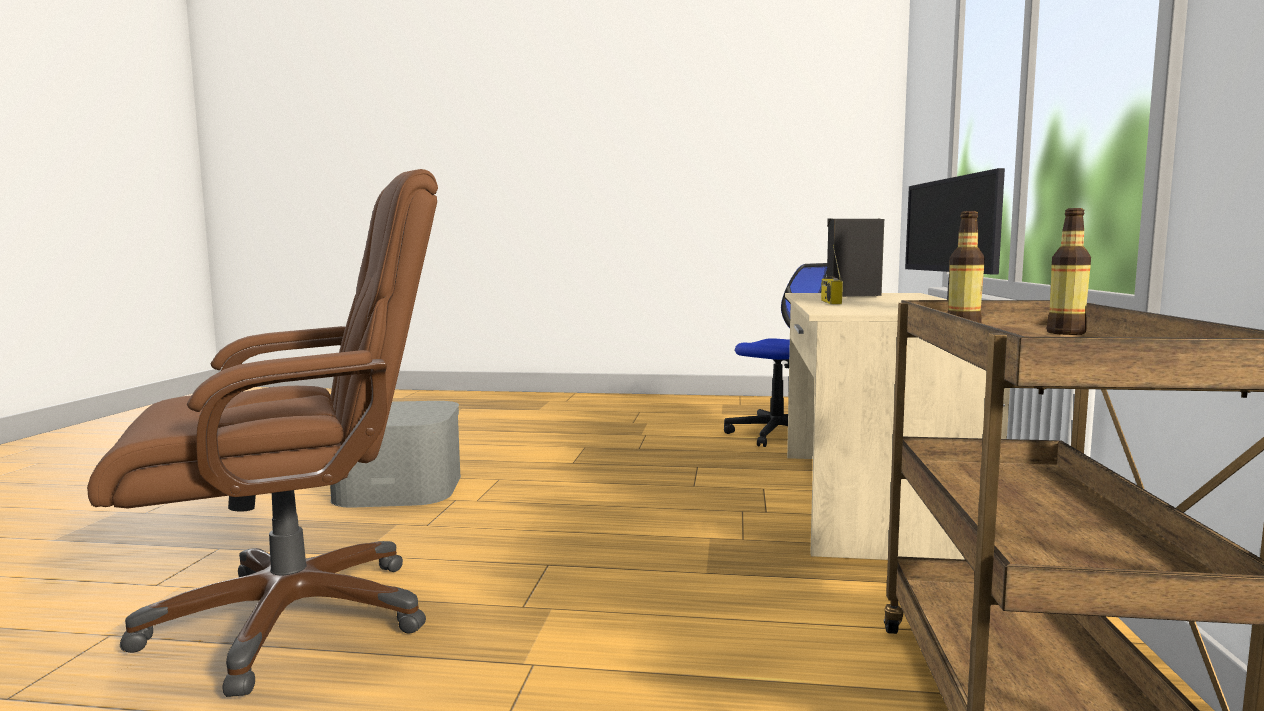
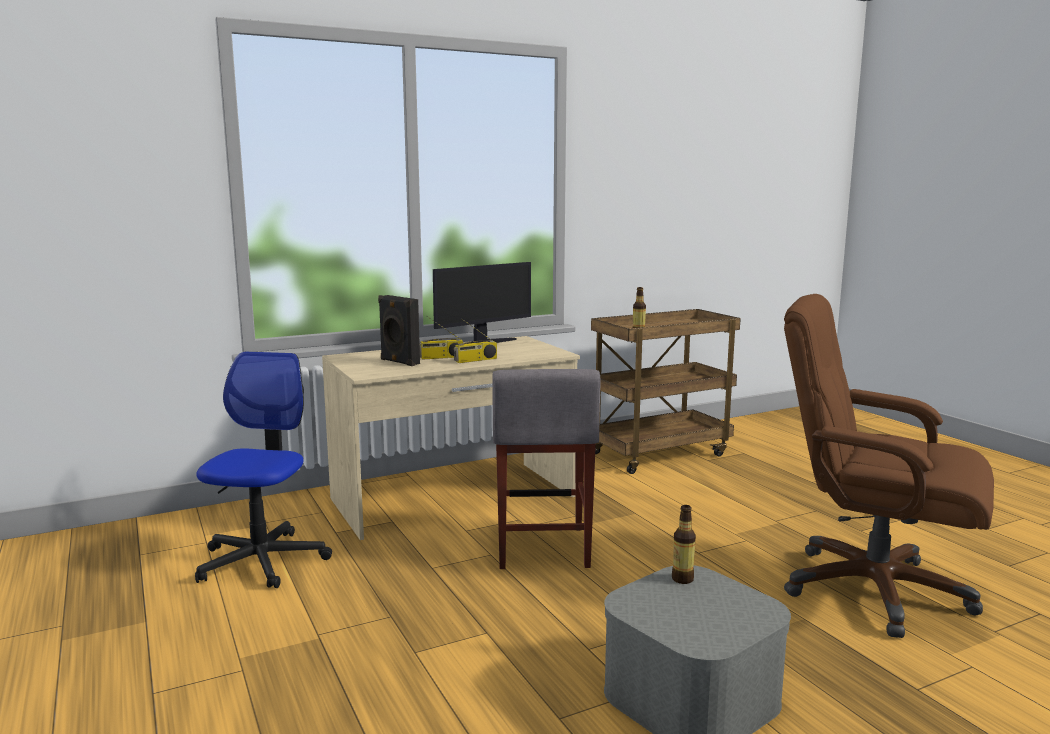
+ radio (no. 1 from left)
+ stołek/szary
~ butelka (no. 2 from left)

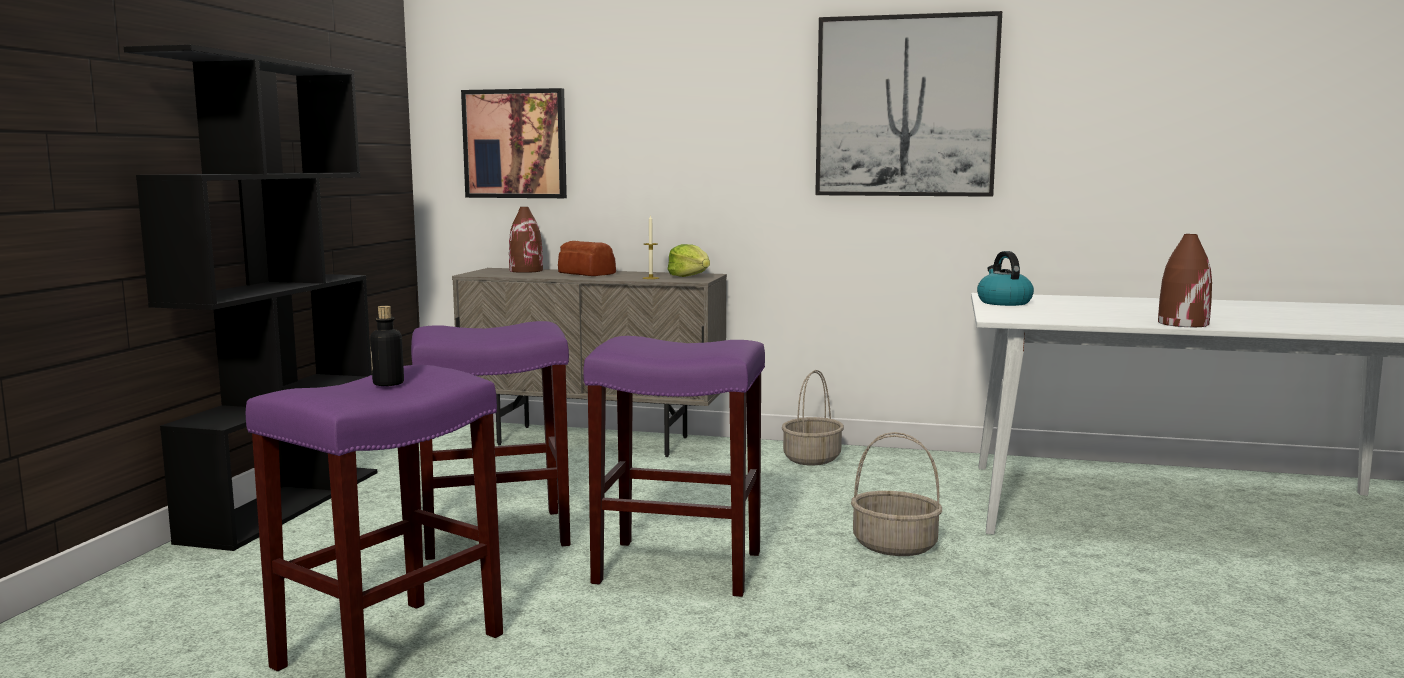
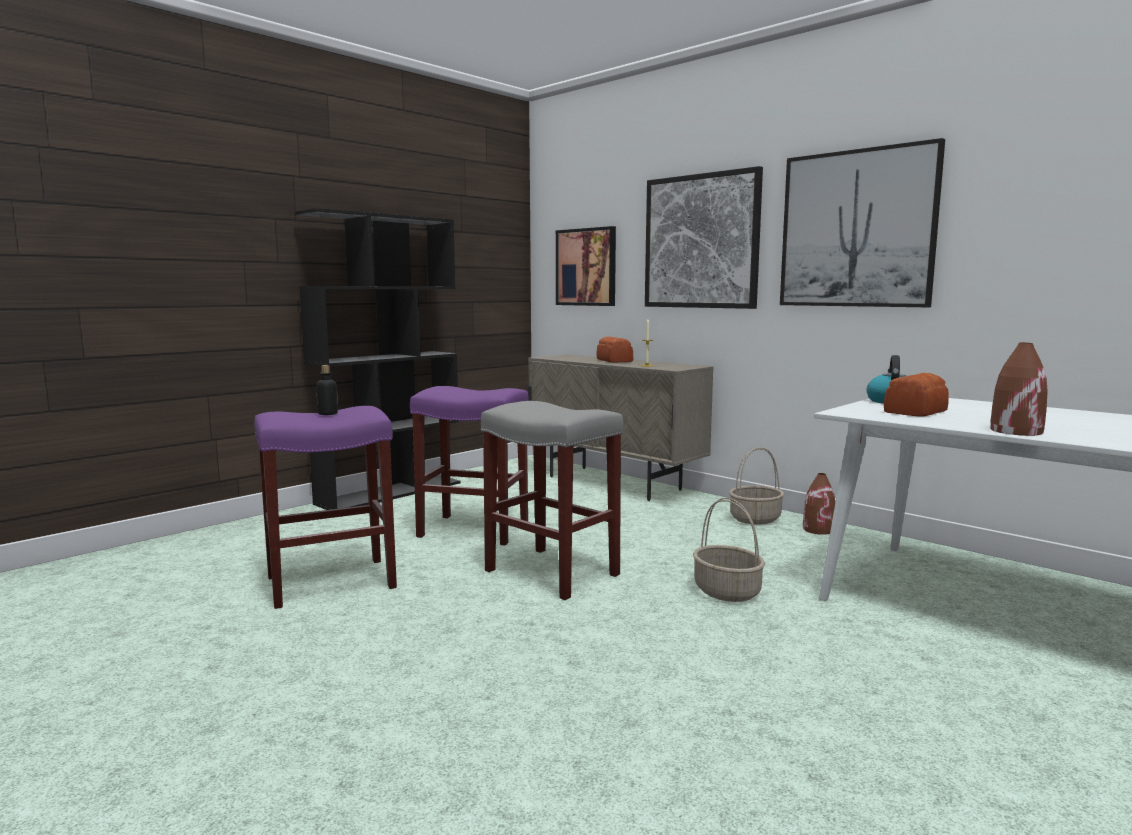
- sałata
+ obraz (no. 2 from left)
+ chleb (no. 2 from left)
~ wazon/brązowy (no. 1 from left)
~ stołek/fioletowy (no. 3 from left) to stołek/szary

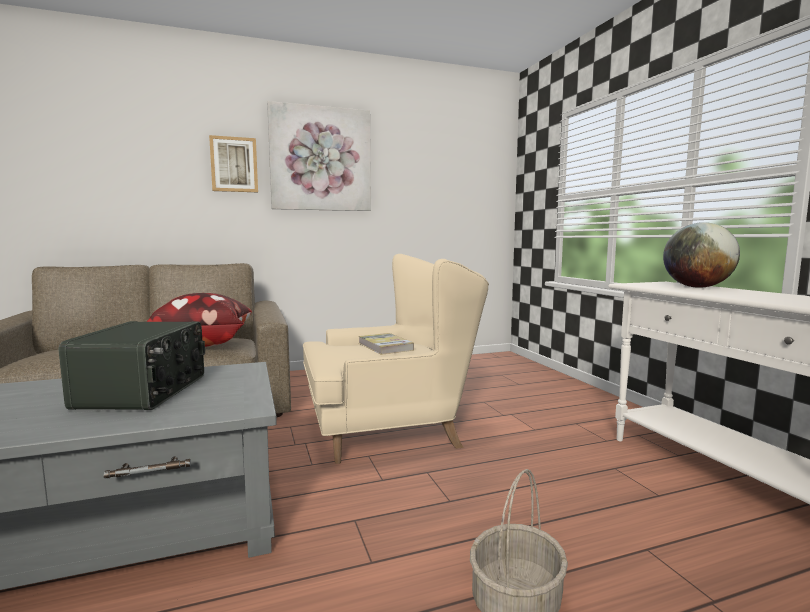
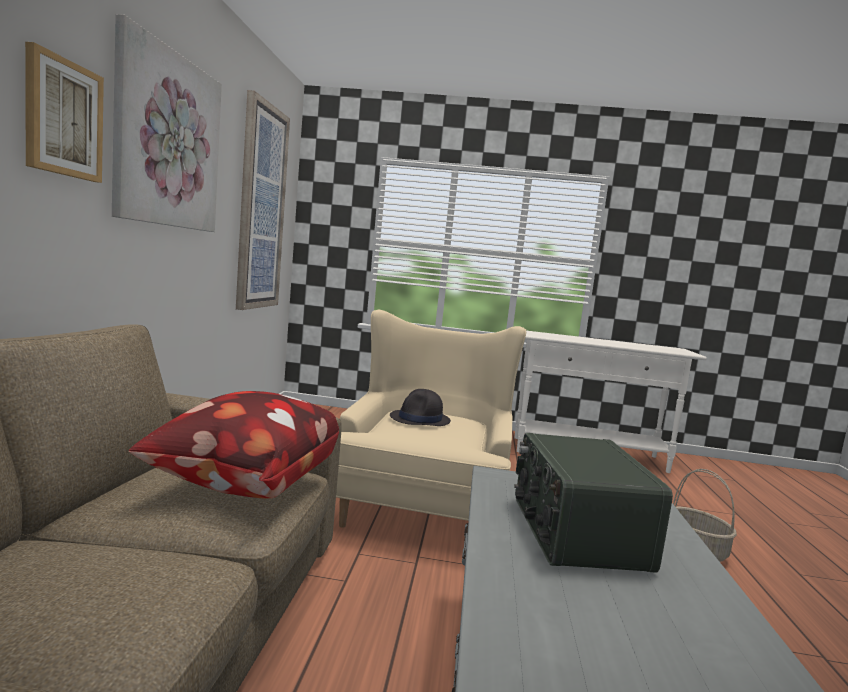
- globus
+ obraz (no. 3 from left)
~ książka to kapelusz/czarny
~ radio 120 degrees counterclockwise

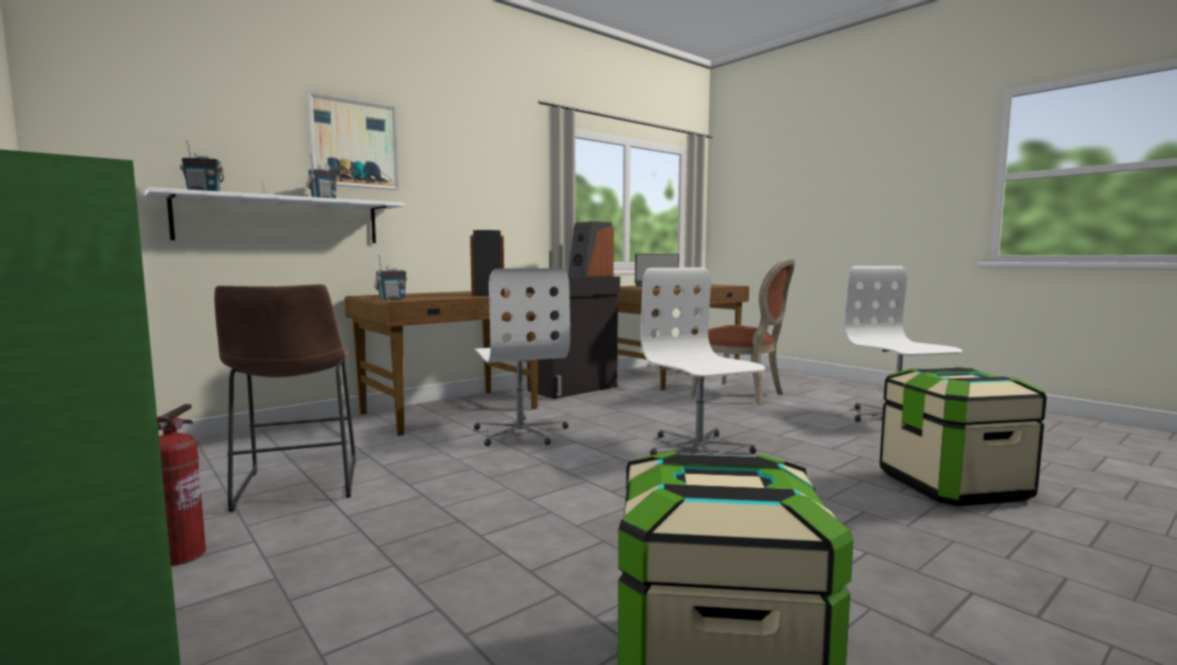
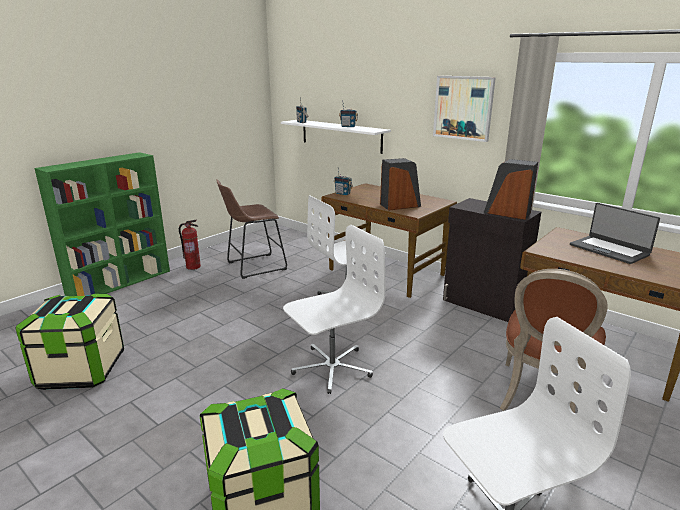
~ obraz

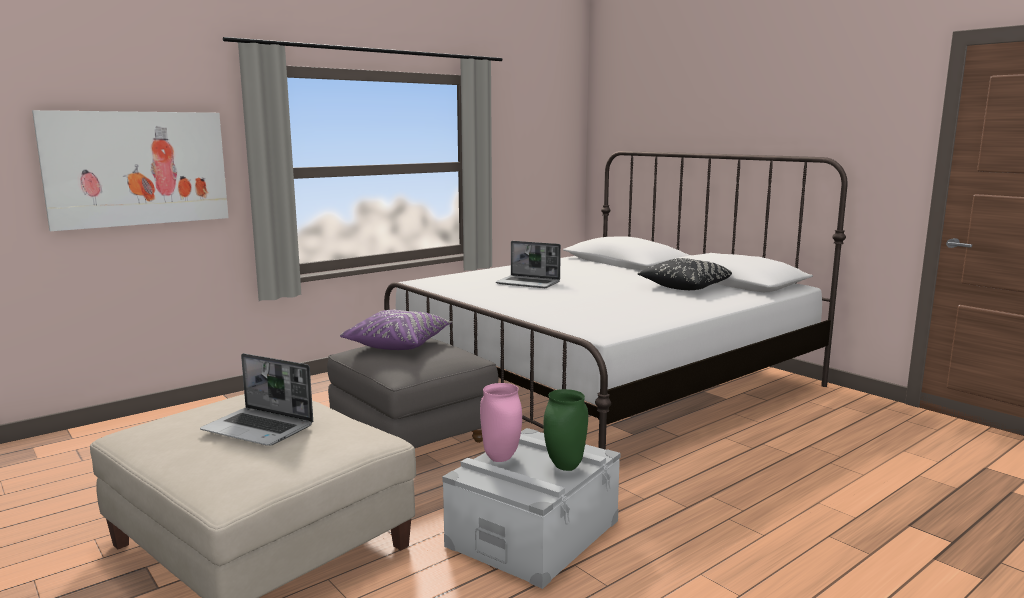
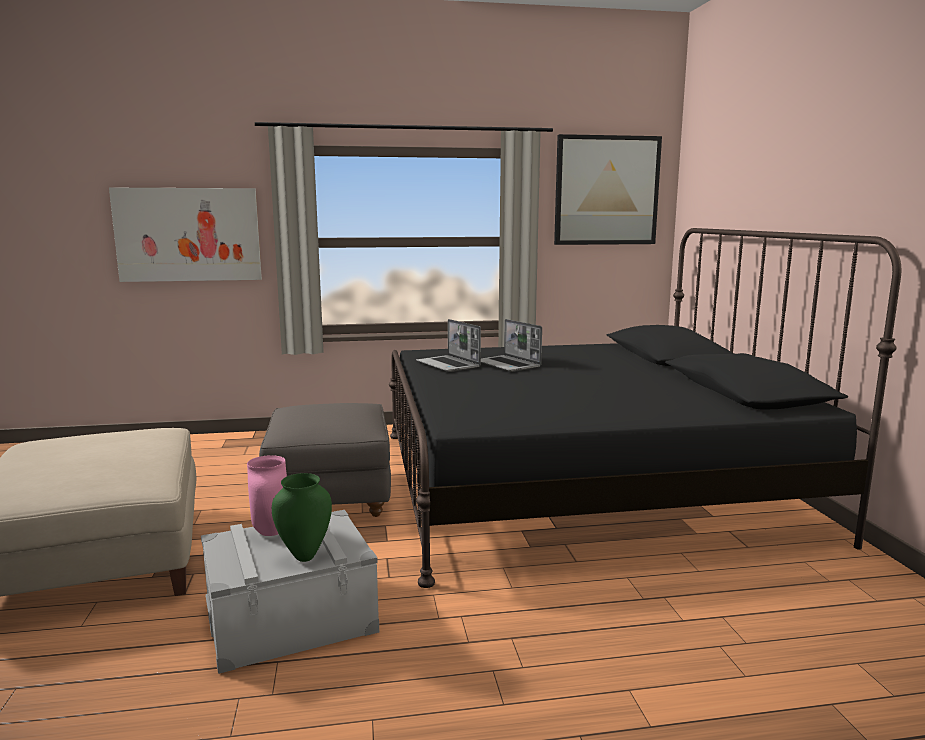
- poduszka/fioletowy
- poduszka/czarny
+ obraz (no. 2 from left)
~ laptop (no. 1 from left)
~ łóżko/biały to łóżko/czarny

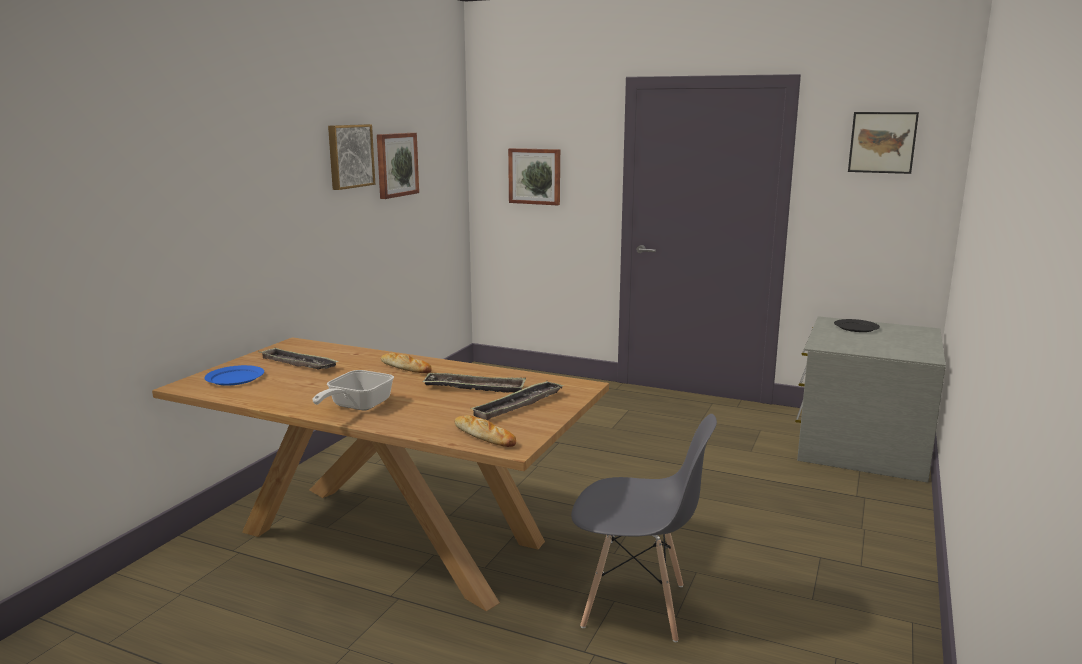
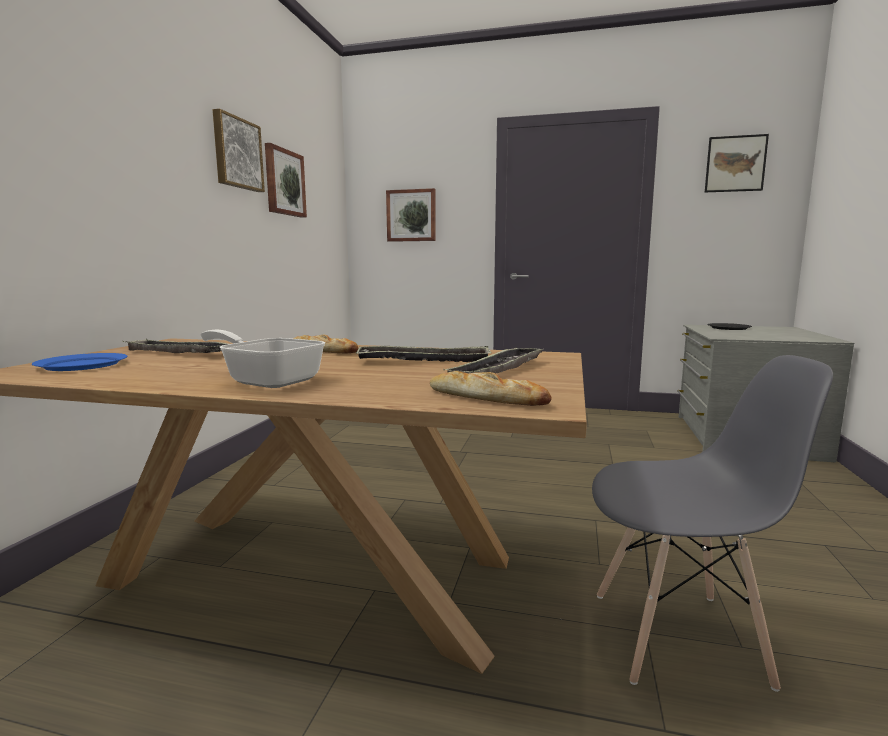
~ patelnia 105 degrees clockwise

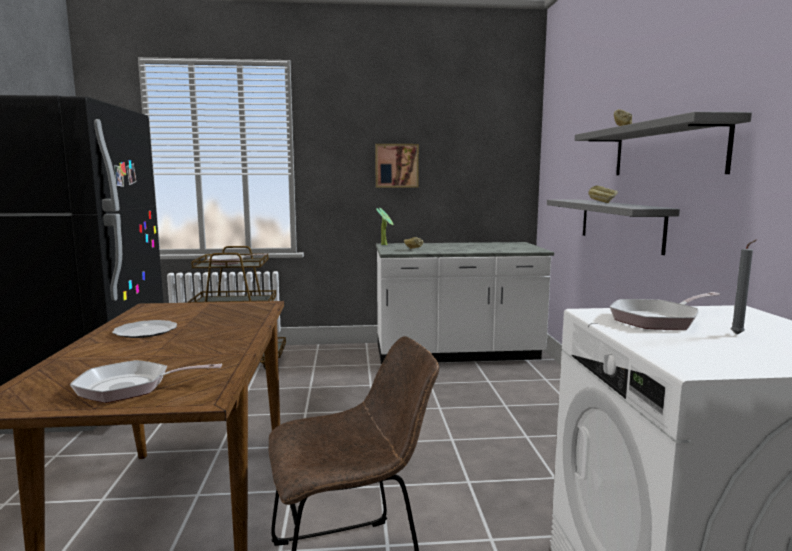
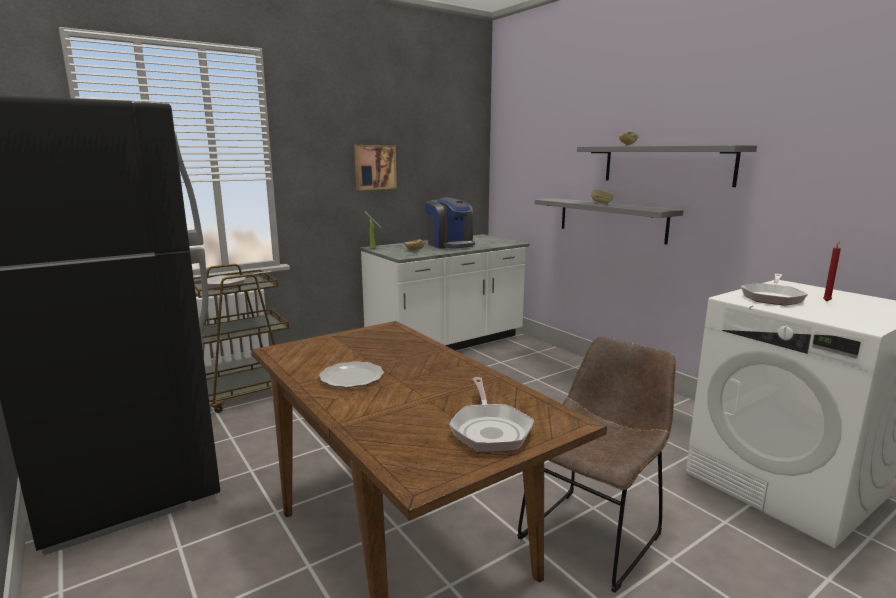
+ ekspres do kawy
~ świeca/szary to świeca/czerwony
~ patelnia (no. 1 from left in the first image) 60 degrees counterclockwise

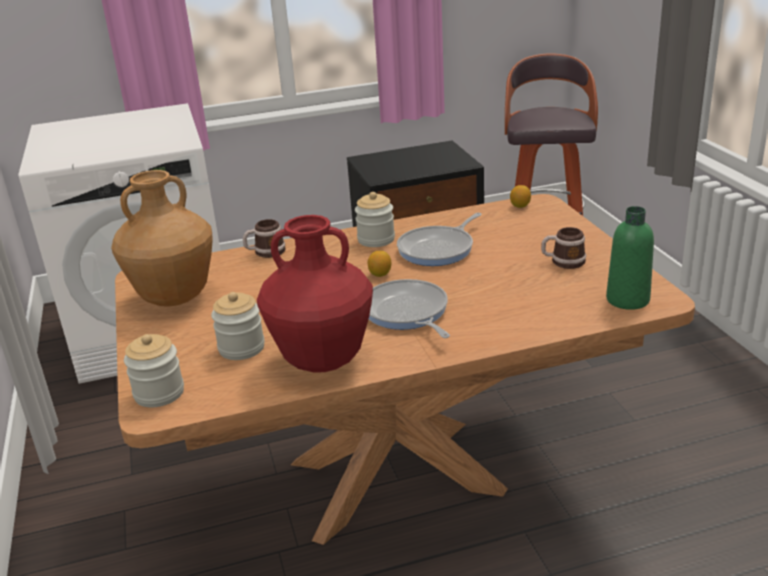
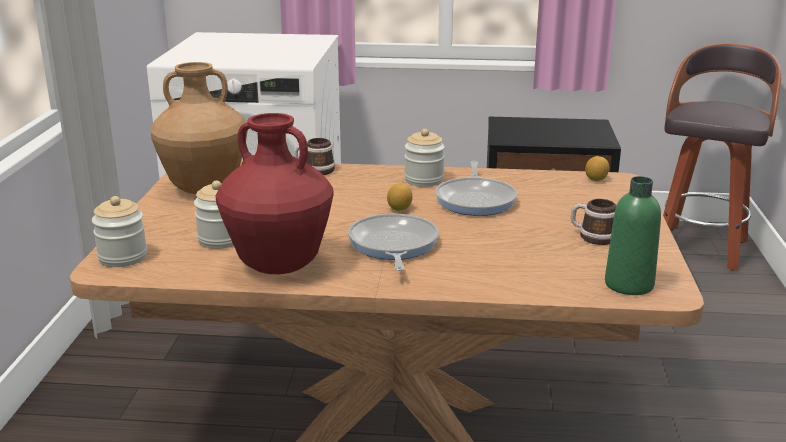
~ patelnia (no. 2 from left) 60 degrees counterclockwise

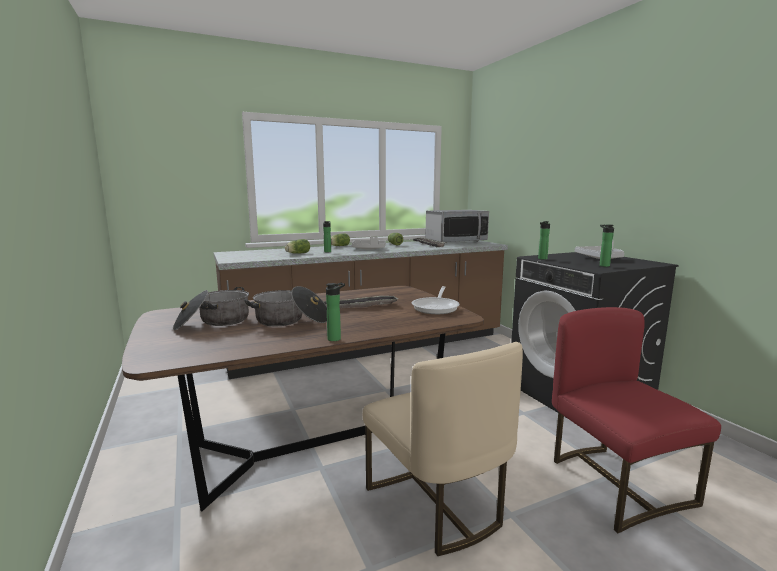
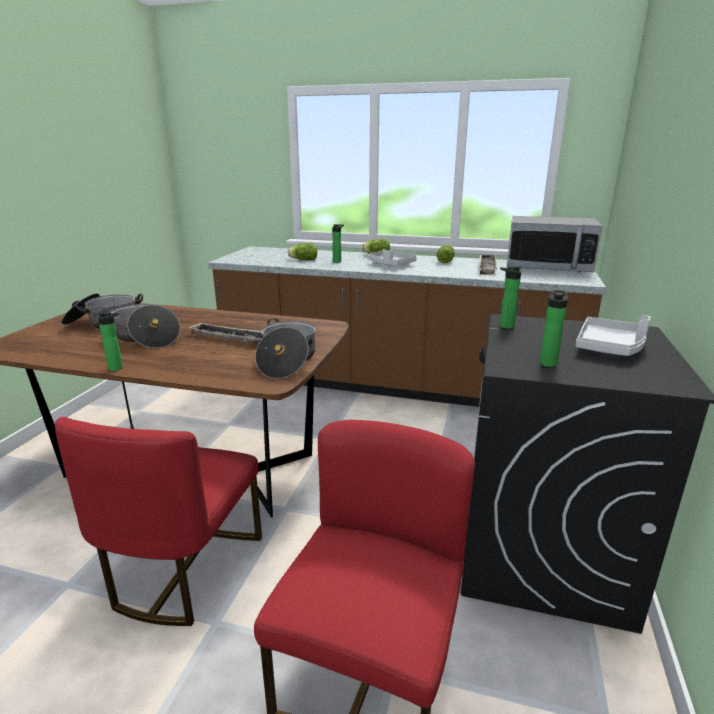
~ patelnia to garnek (no. 3 from left)
~ krzesło/beżowy to krzesło/czerwony (no. 1 from left)

